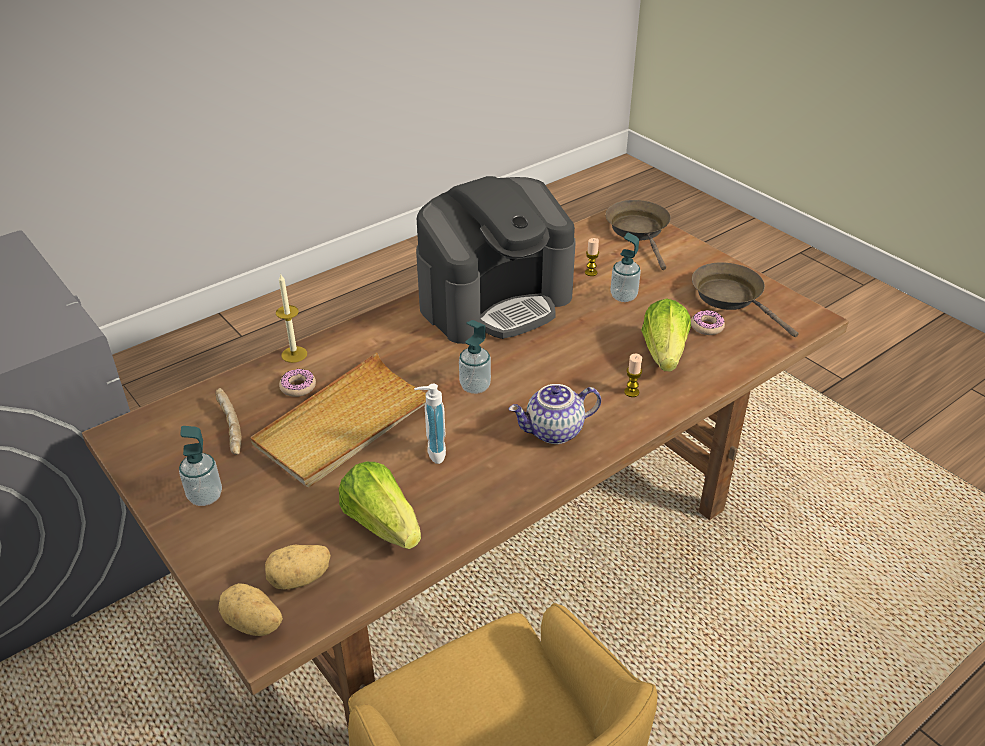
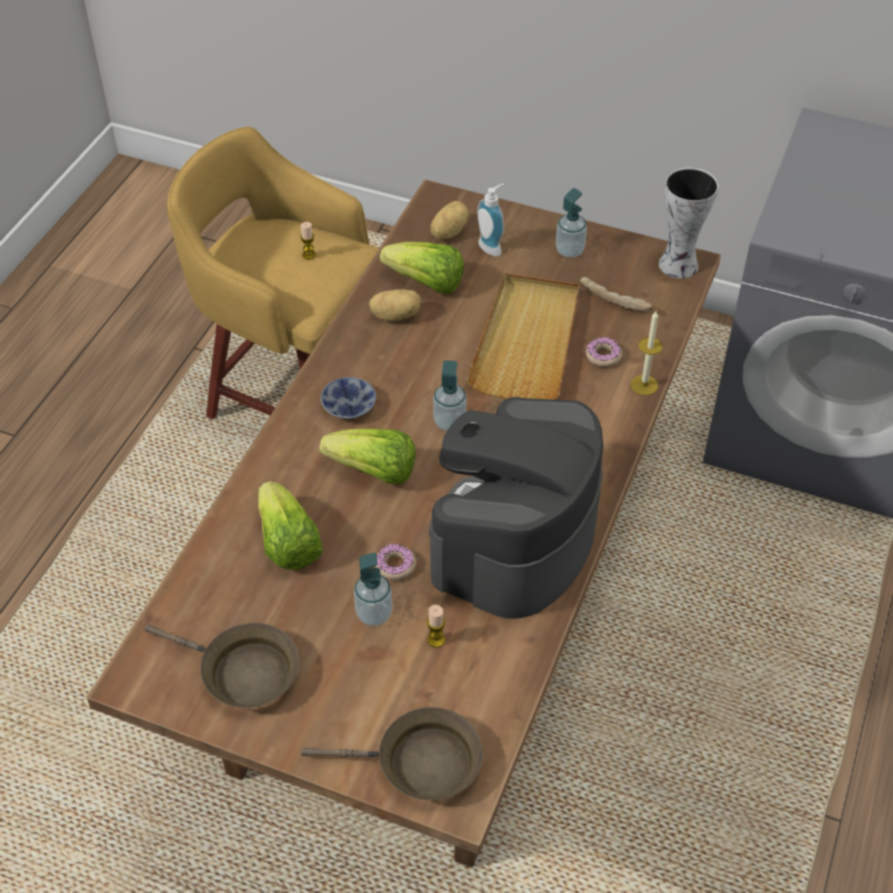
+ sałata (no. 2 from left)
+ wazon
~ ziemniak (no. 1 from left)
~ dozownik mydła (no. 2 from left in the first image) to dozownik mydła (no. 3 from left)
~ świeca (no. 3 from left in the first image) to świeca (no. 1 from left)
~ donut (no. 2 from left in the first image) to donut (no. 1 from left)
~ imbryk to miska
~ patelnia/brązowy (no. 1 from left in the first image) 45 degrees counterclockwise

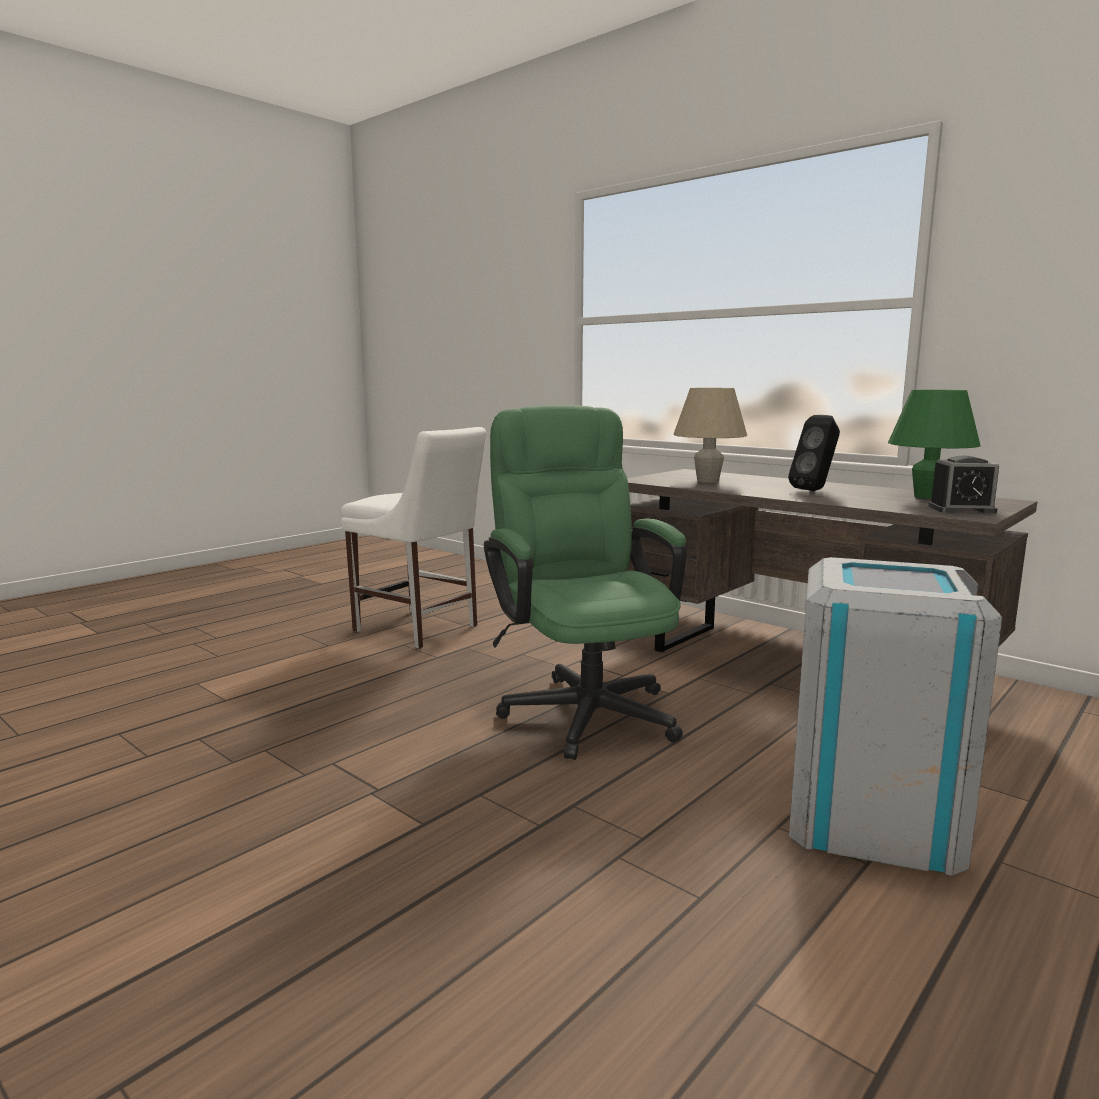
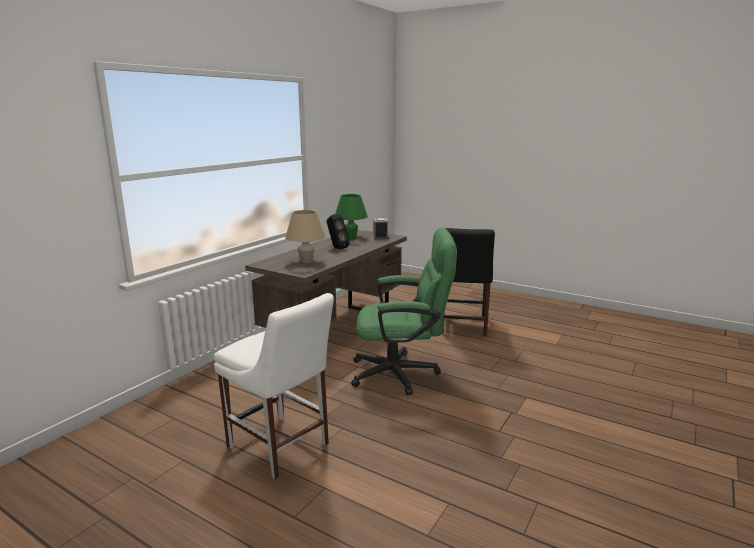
~ kosz na śmieci/szary to krzesło/czarny
~ krzesło/biały 105 degrees clockwise
~ krzesło biurowe/zielony 150 degrees counterclockwise

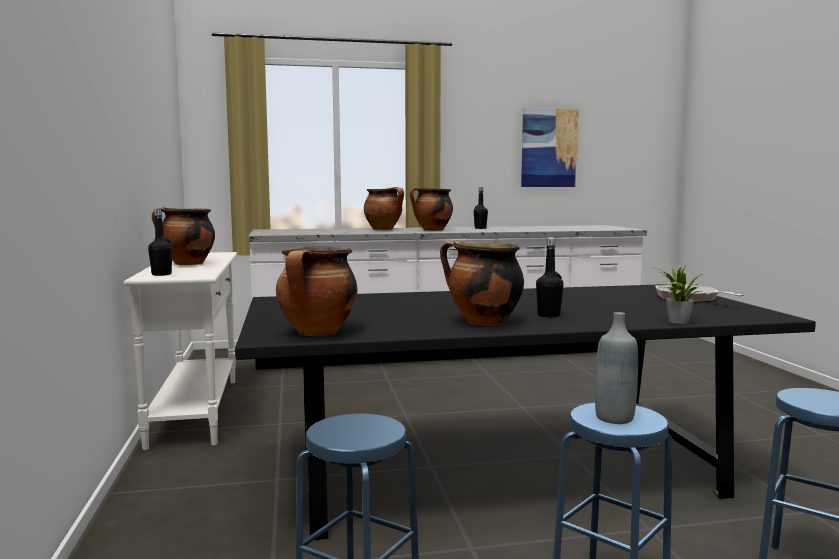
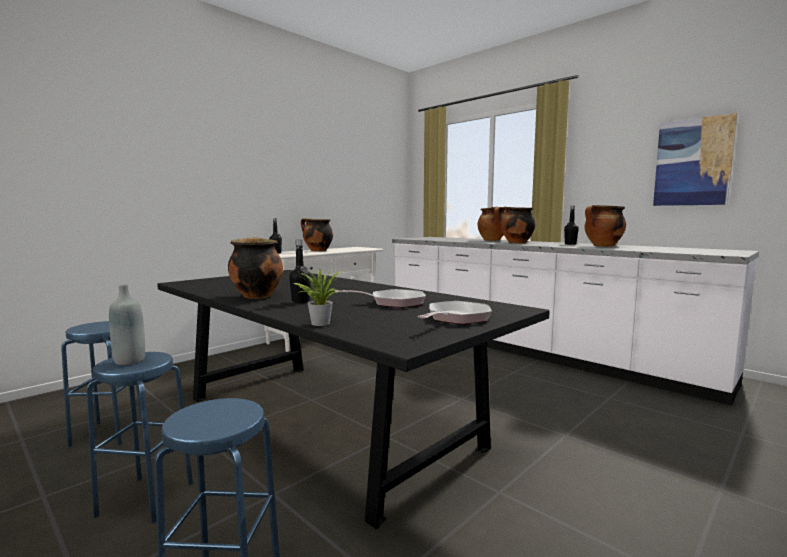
+ patelnia (no. 1 from left)
~ garnek (no. 2 from left in the first image) to garnek (no. 5 from left)

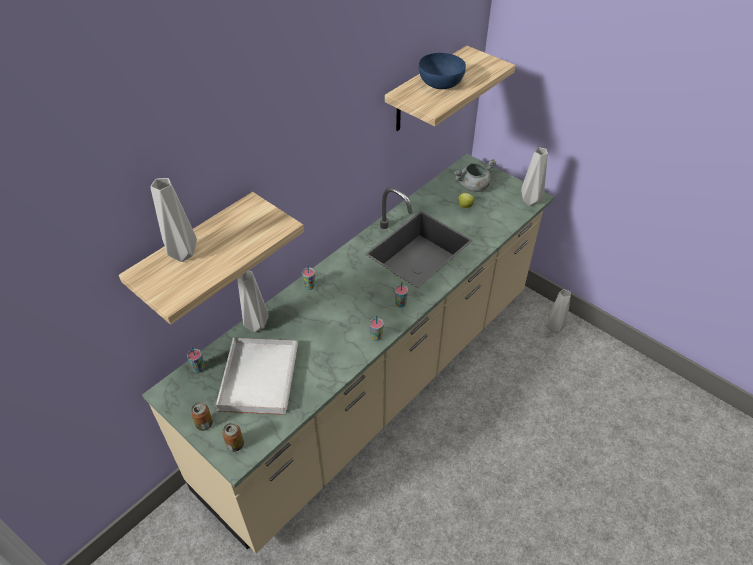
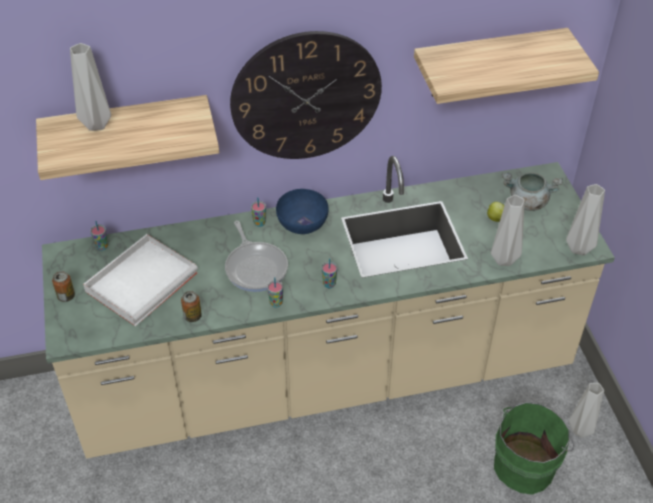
+ patelnia
+ zegar ścienny
+ wiadro/zielony
~ puszka (no. 2 from left)
~ wazon/szary (no. 2 from left)
~ miska/niebieski

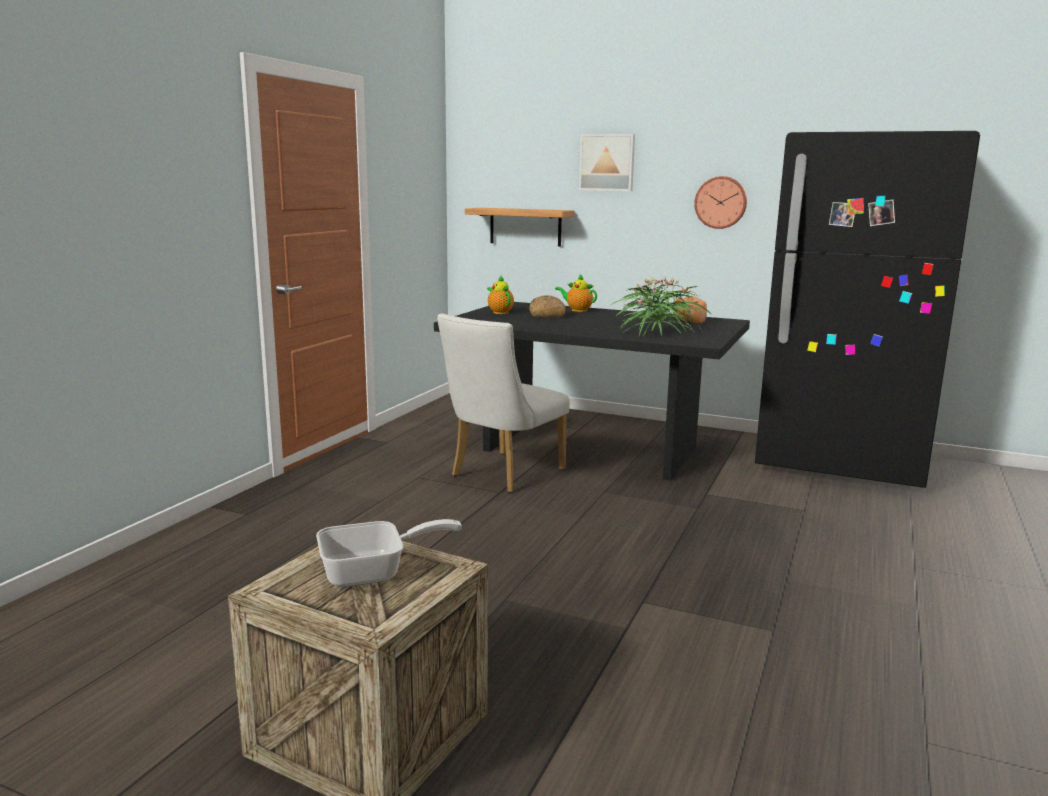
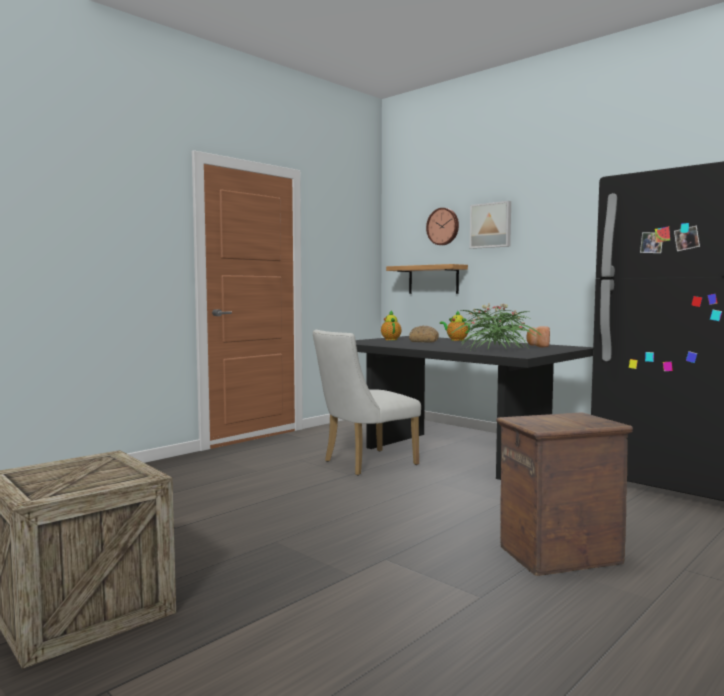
- patelnia
+ skrzynka (no. 2 from left)
~ zegar ścienny

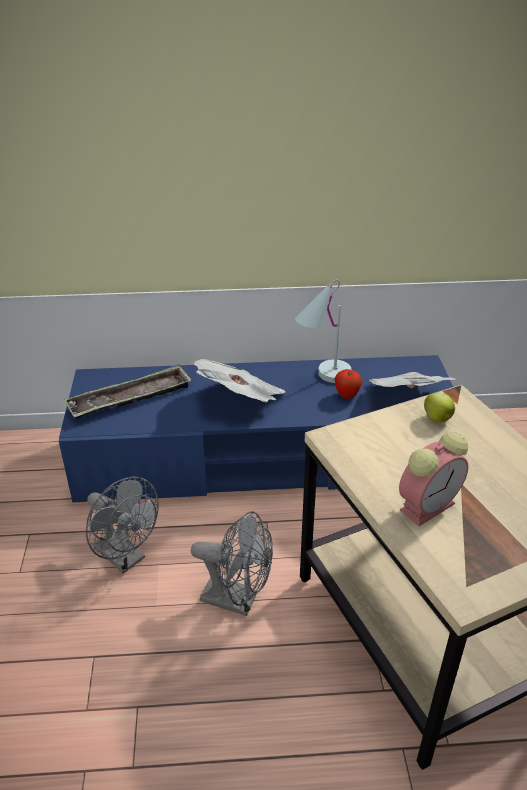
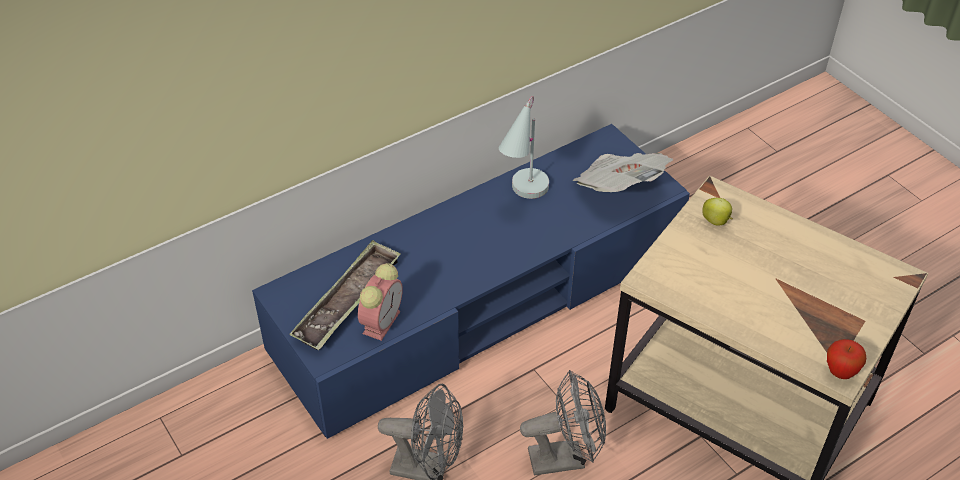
- gazeta (no. 1 from left)
~ jabłko (no. 1 from left in the first image) to jabłko (no. 2 from left)
~ budzik

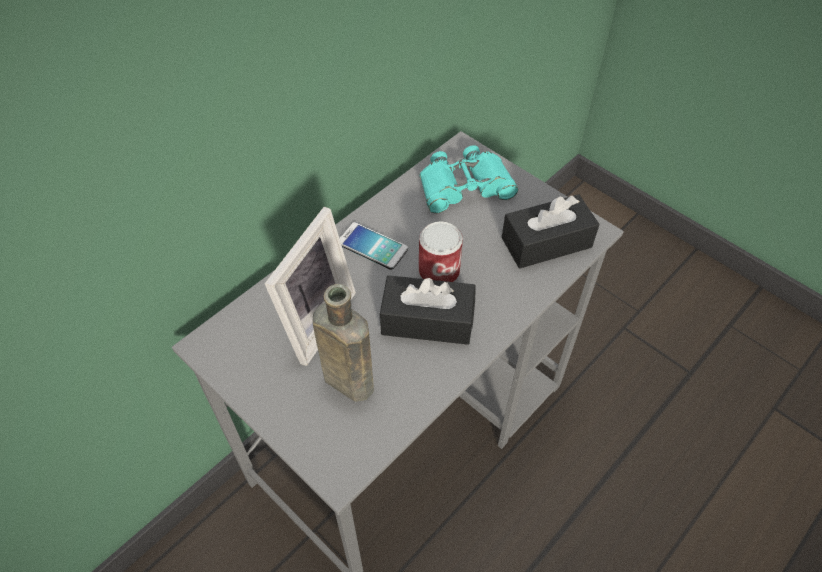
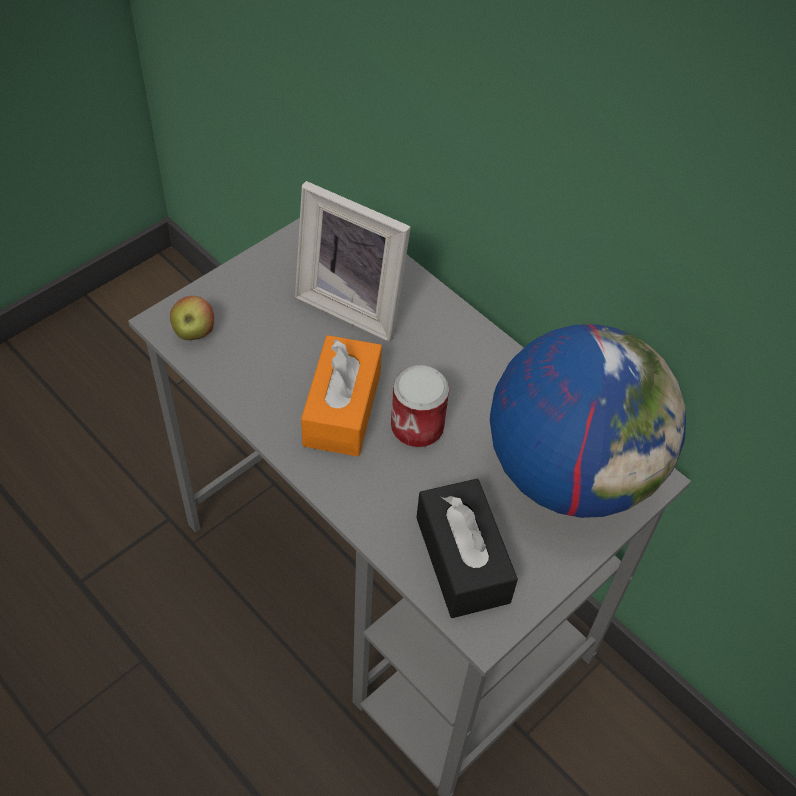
- butelka/brązowy
- telefon
+ jabłko
~ lornetka/turkusowy to globus
~ pudełko chusteczek/czarny (no. 1 from left) to pudełko chusteczek/pomarańczowy

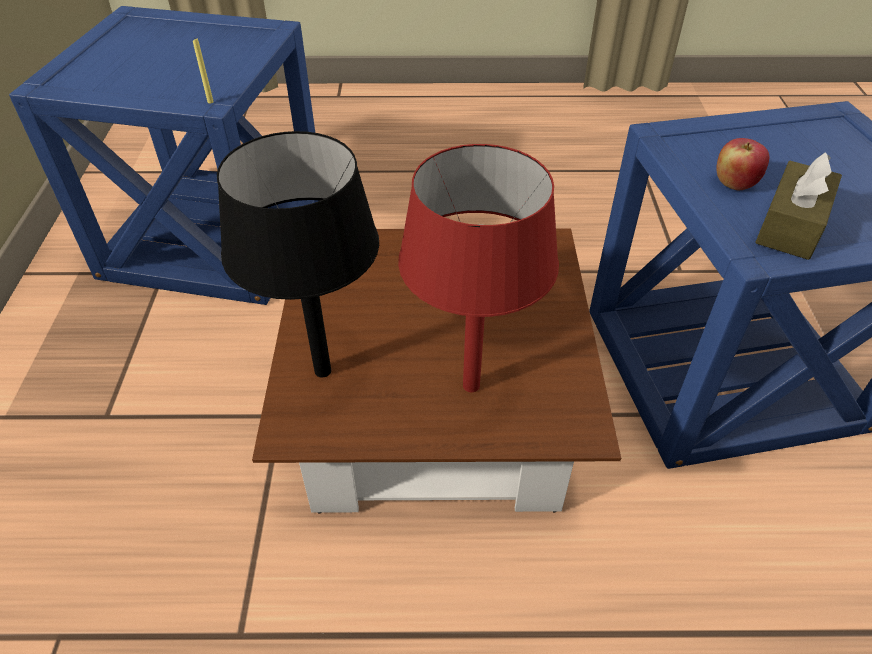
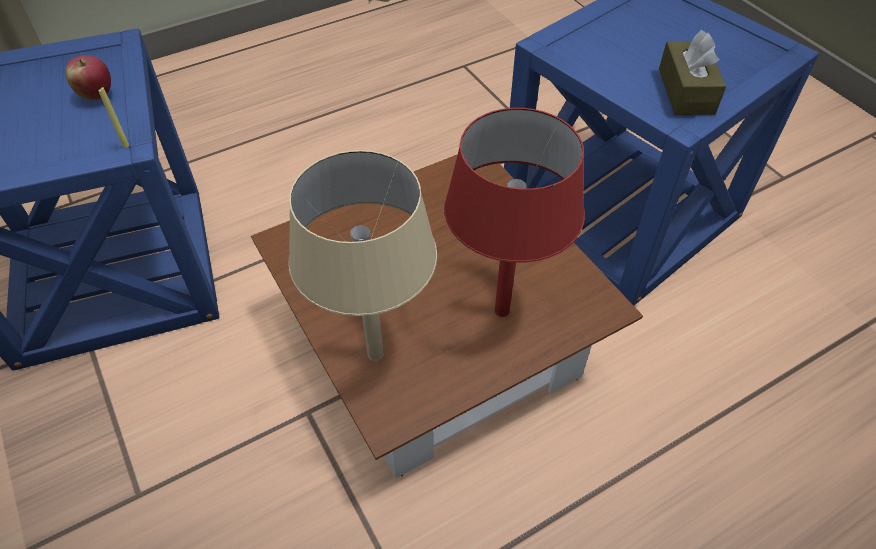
~ jabłko
~ lampa stołowa/czarny to lampa stołowa/beżowy

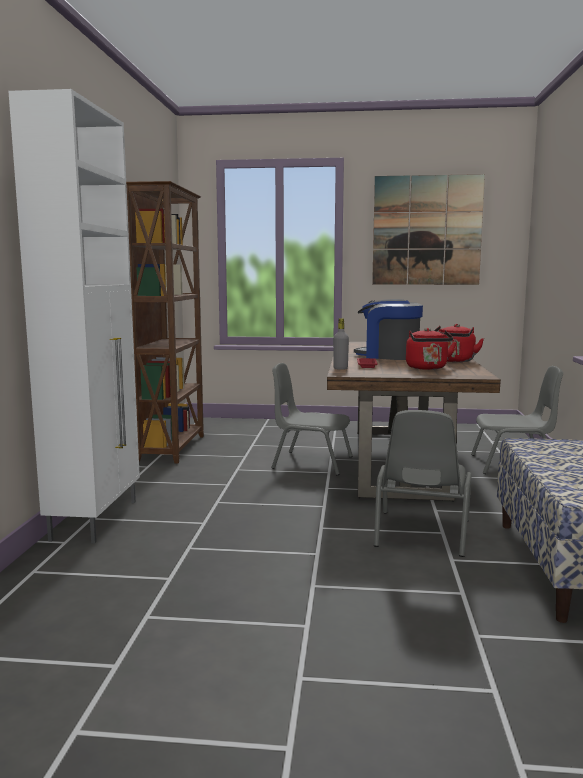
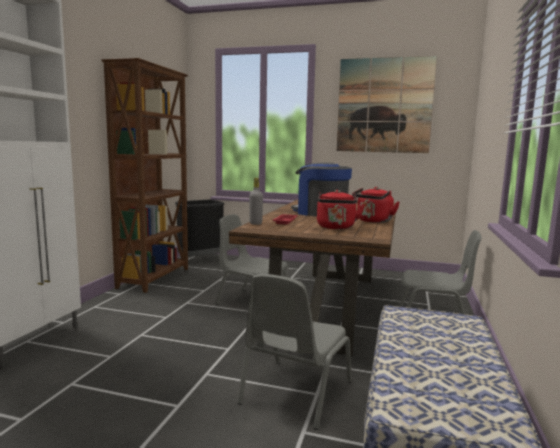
+ kosz na śmieci/czarny

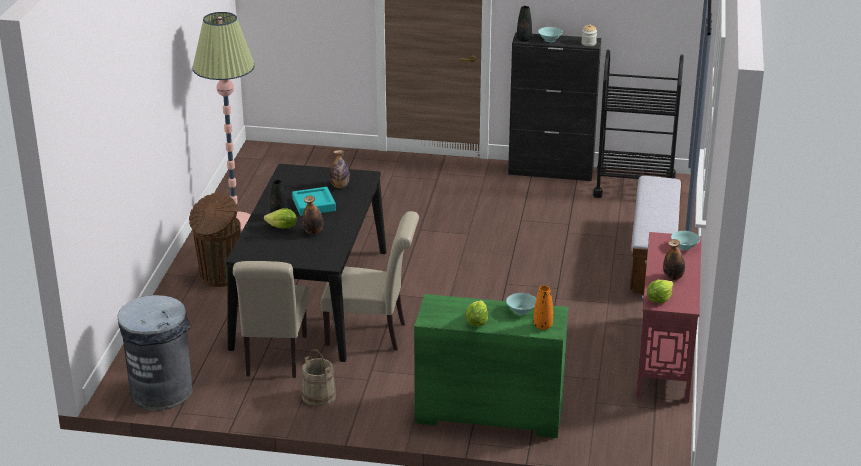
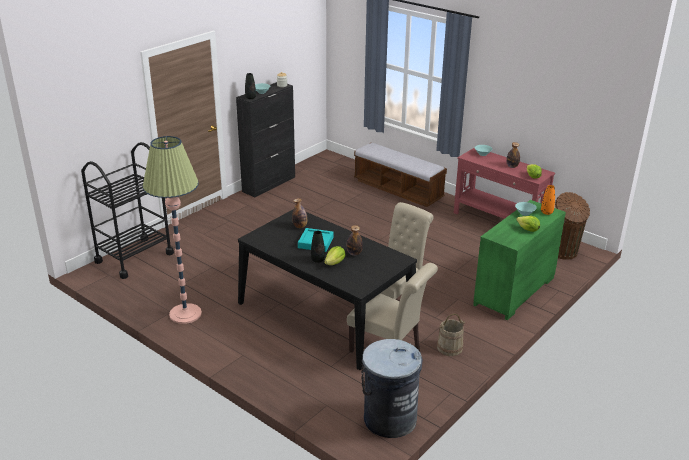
~ kosz na śmieci/brązowy
~ wózek/czarny

